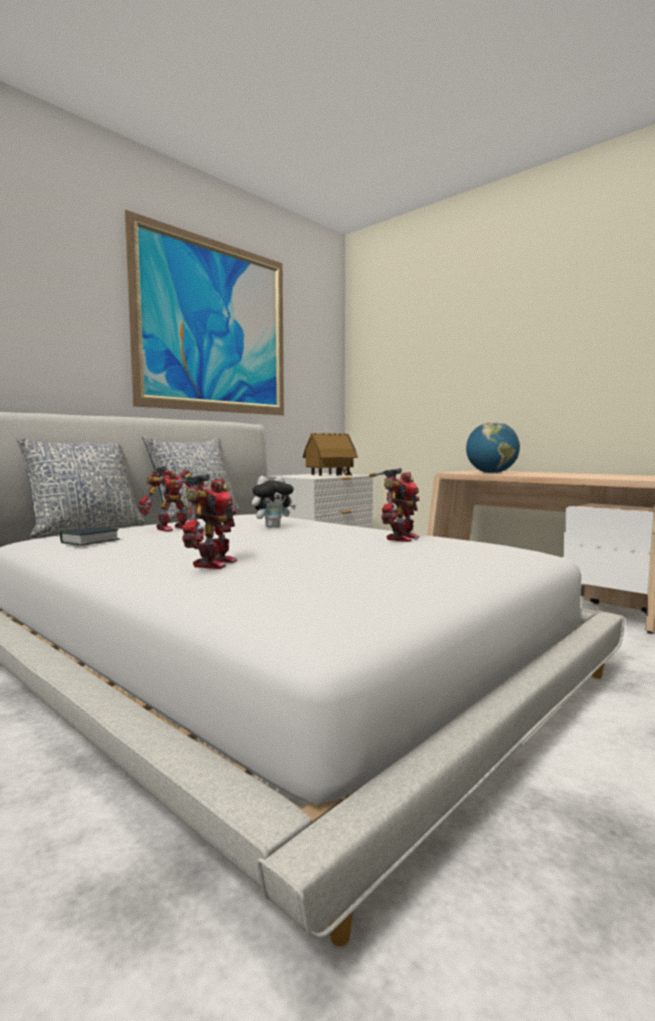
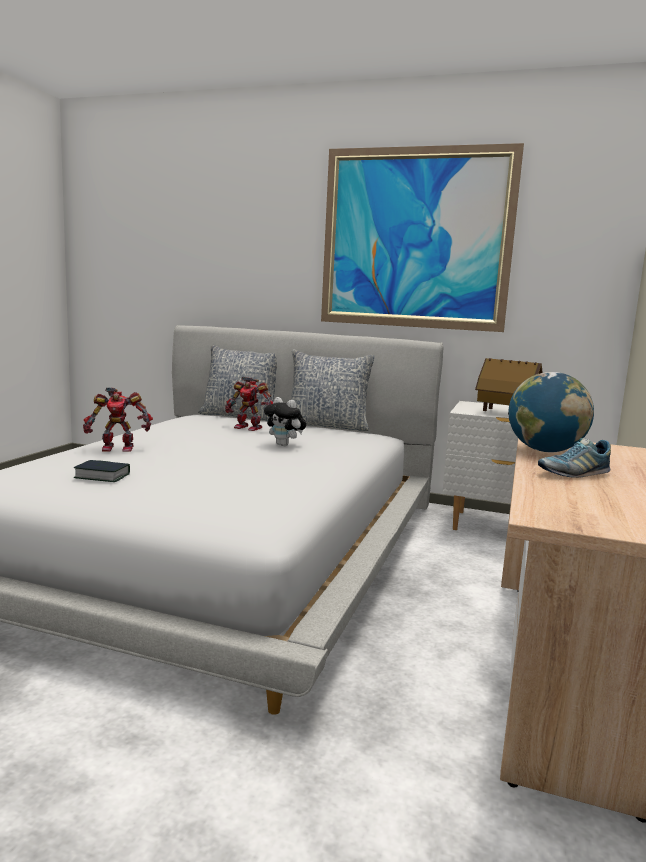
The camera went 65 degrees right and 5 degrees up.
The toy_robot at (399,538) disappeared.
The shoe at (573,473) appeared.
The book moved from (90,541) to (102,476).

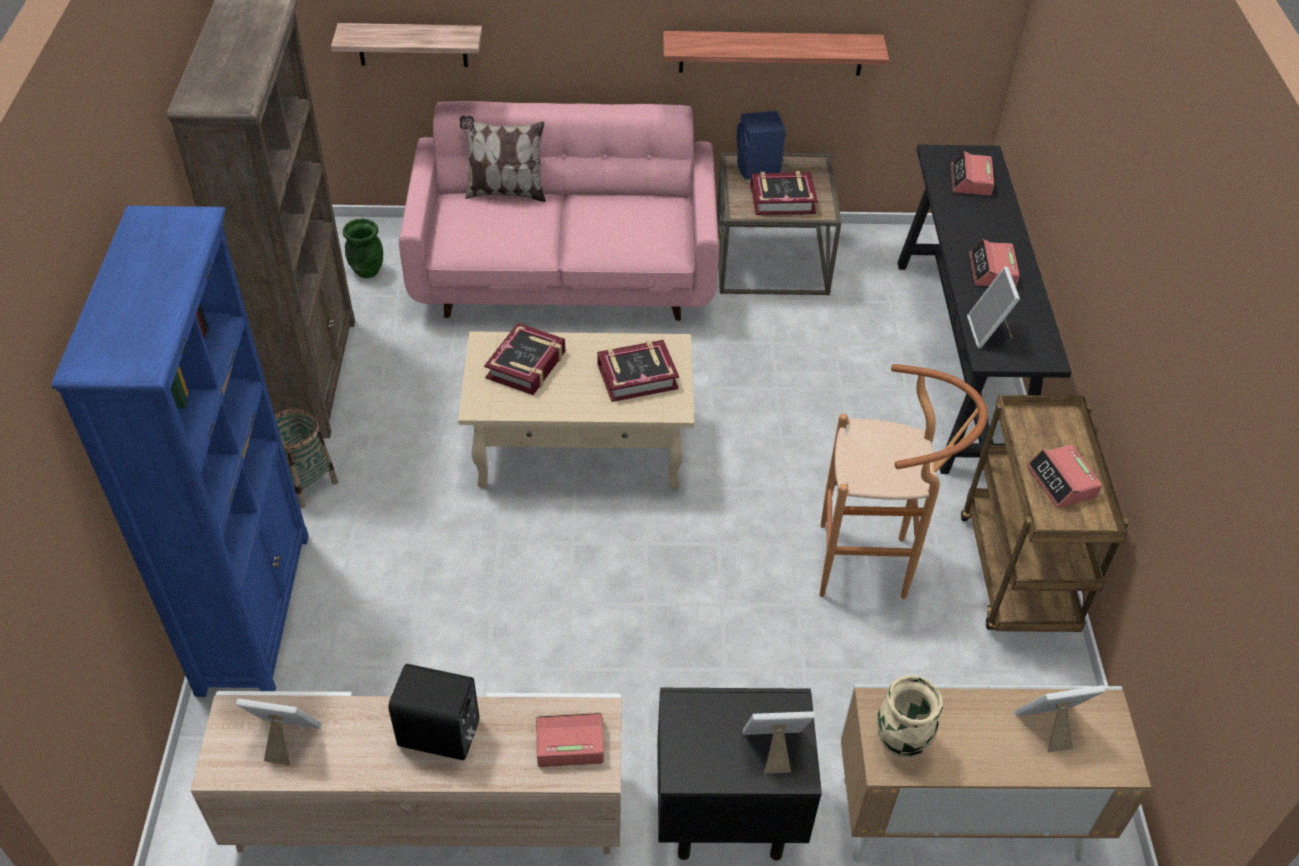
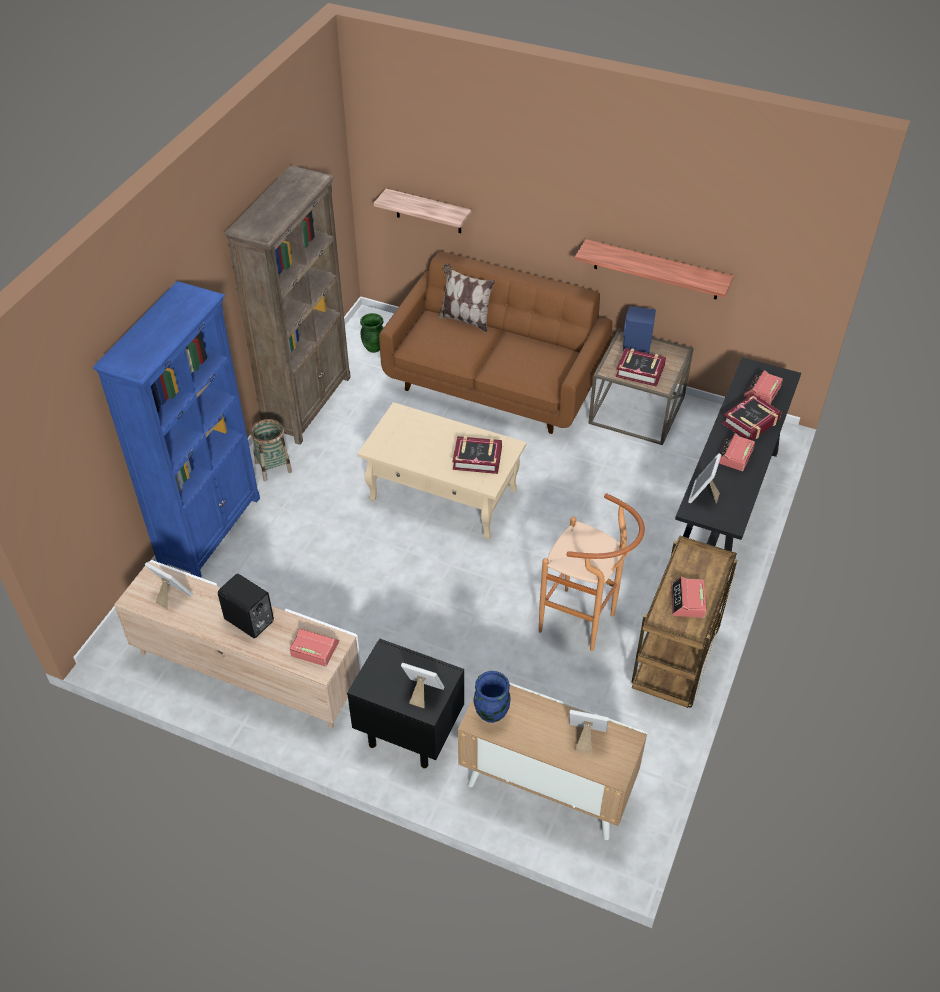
The camera went 25 degrees right and 0 degrees up.
The book moved from (526,365) to (750,422).
The pink_sofa at (566,272) became the brown_sofa at (495,382).
The beige_vase at (900,743) became the blue_vase at (491,714).

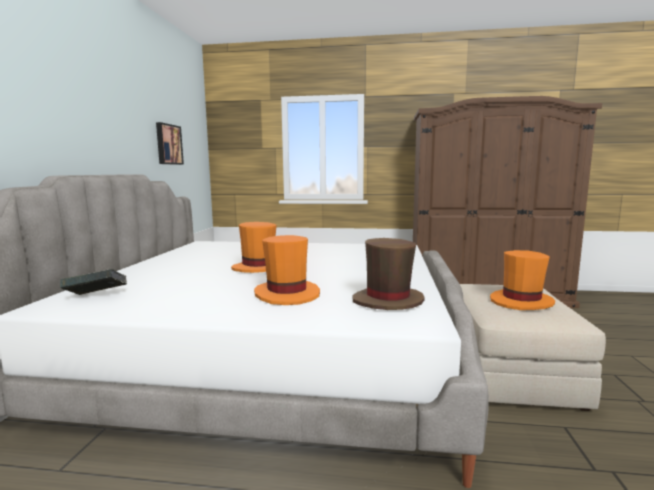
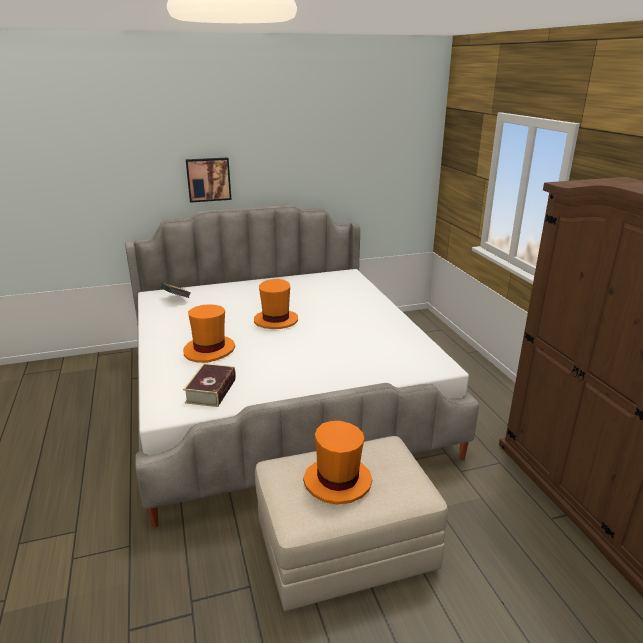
The camera went 65 degrees right and 15 degrees up.
The picture moved from (168,144) to (208,179).
The brown_hat at (387,301) was replaced by the book at (211,391).

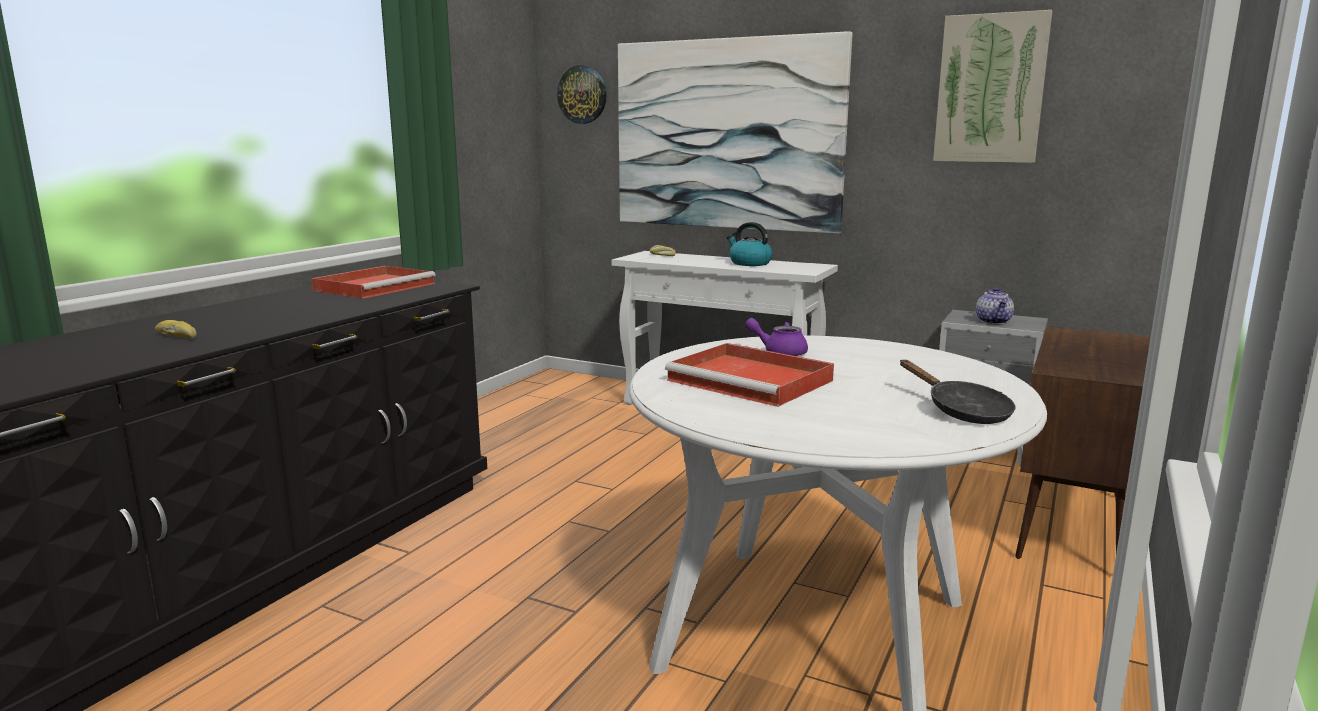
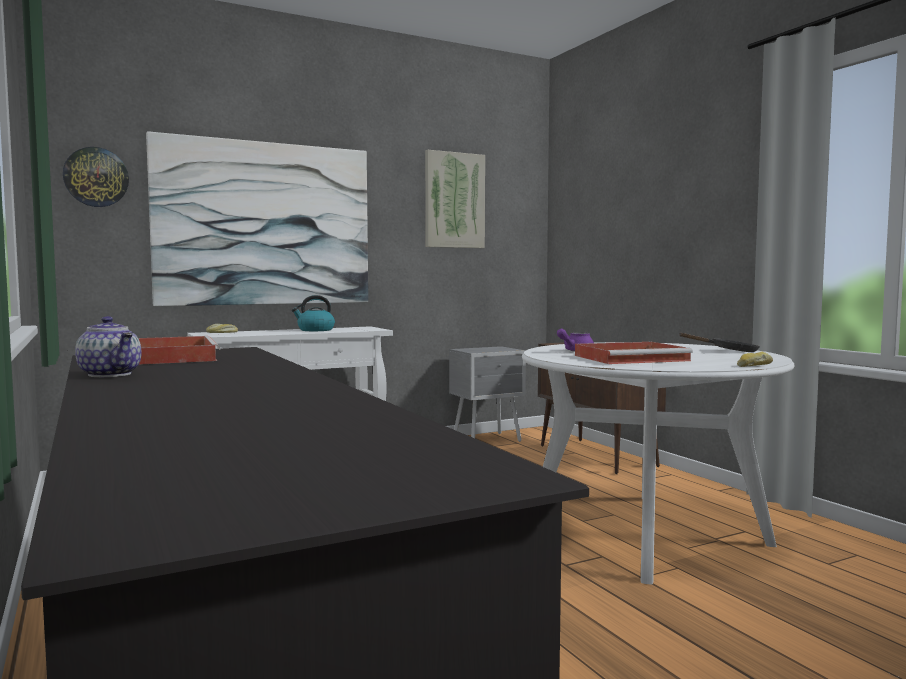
The camera went 55 degrees left and 10 degrees down.
The bread moved from (178,336) to (754,365).
The teapot moved from (994,322) to (111,374).

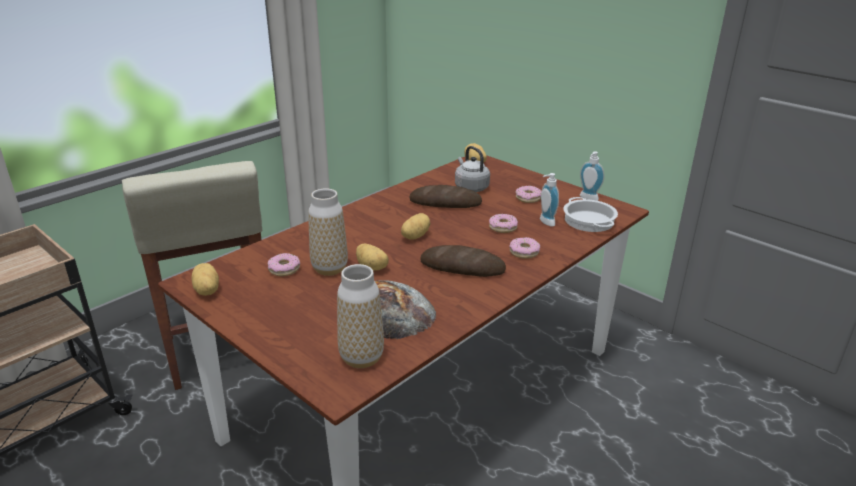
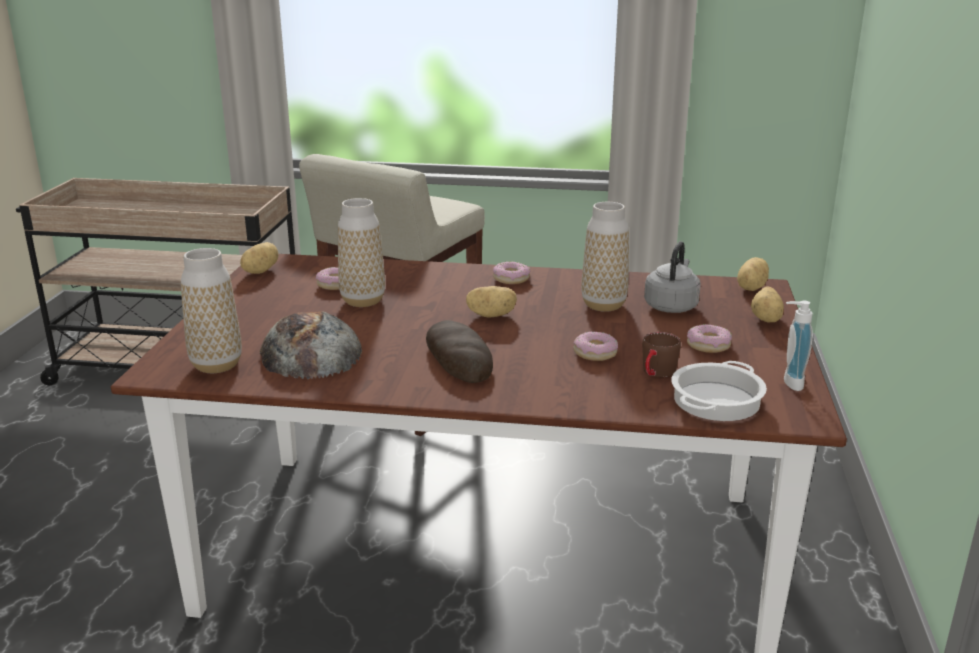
The camera went 55 degrees right and 5 degrees down.
The potato moved from (372,267) to (766,319).
The donut moved from (524,252) to (511,278).
The bread at (445,202) was replaced by the vase at (603,305).
The soap_dispenser at (545,222) was replaced by the brown_mug at (656,373).

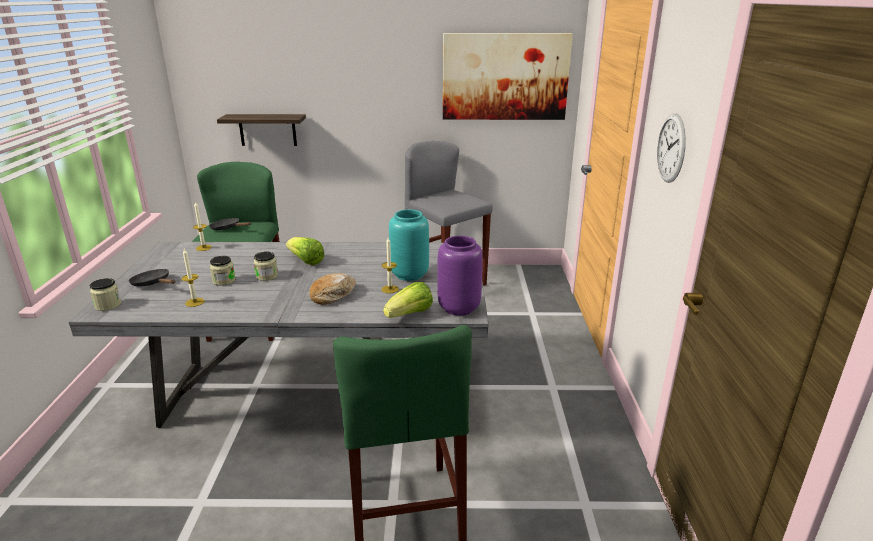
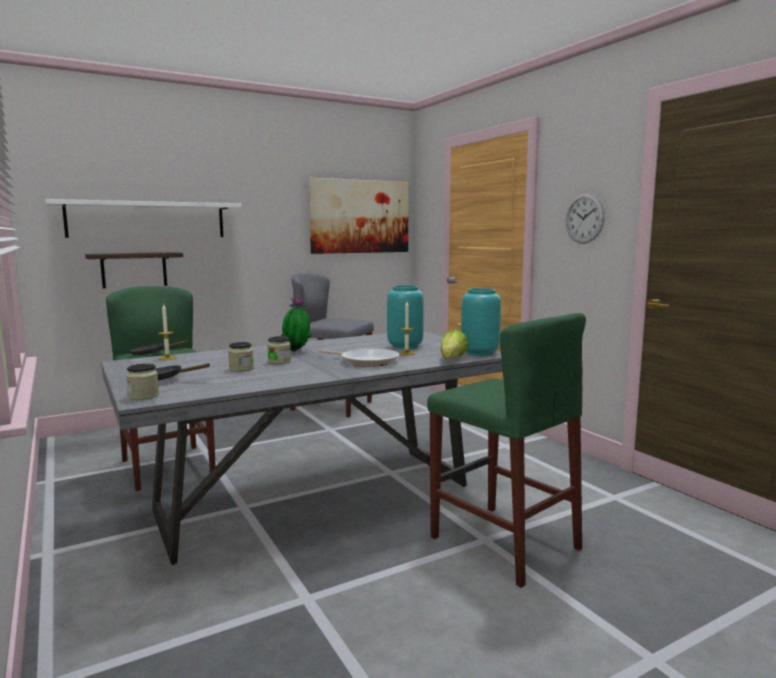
The camera went 30 degrees left and 15 degrees down.
The candle at (194,302) disappeared.
The white_shelf at (147,220) appeared.
The lettuce at (305,261) was replaced by the potted_plant at (296,351).
The bread at (333,295) was replaced by the frying_pan at (366,361).
The purple_vase at (458,308) became the turquoise_vase at (479,353).

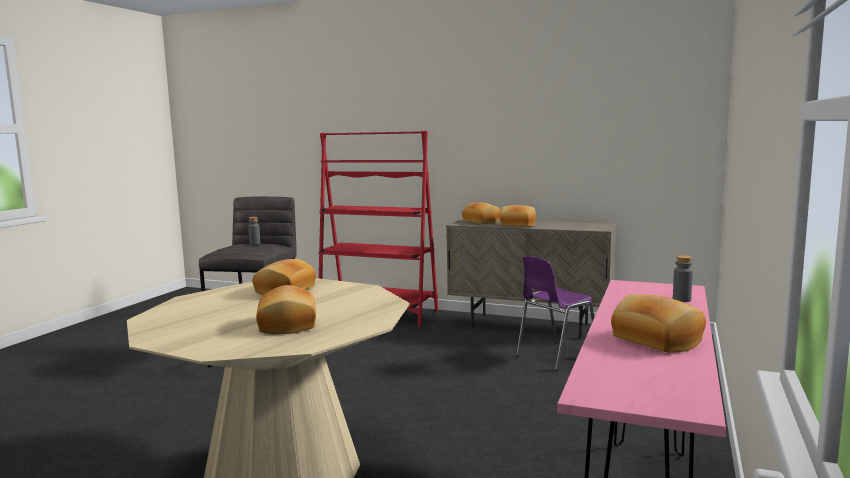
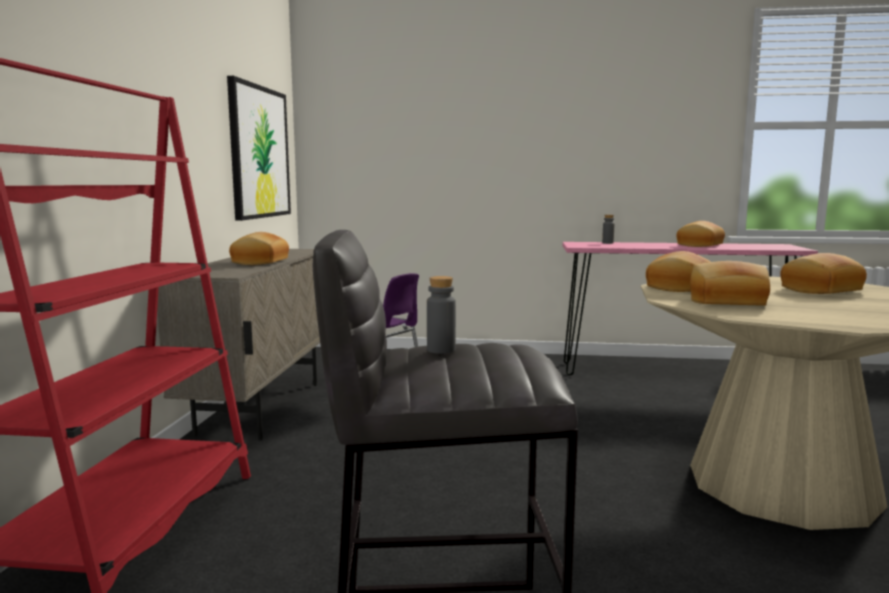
The camera went 105 degrees left and 0 degrees up.
The picture at (259,152) appeared.
The bread moved from (482,221) to (677,287).

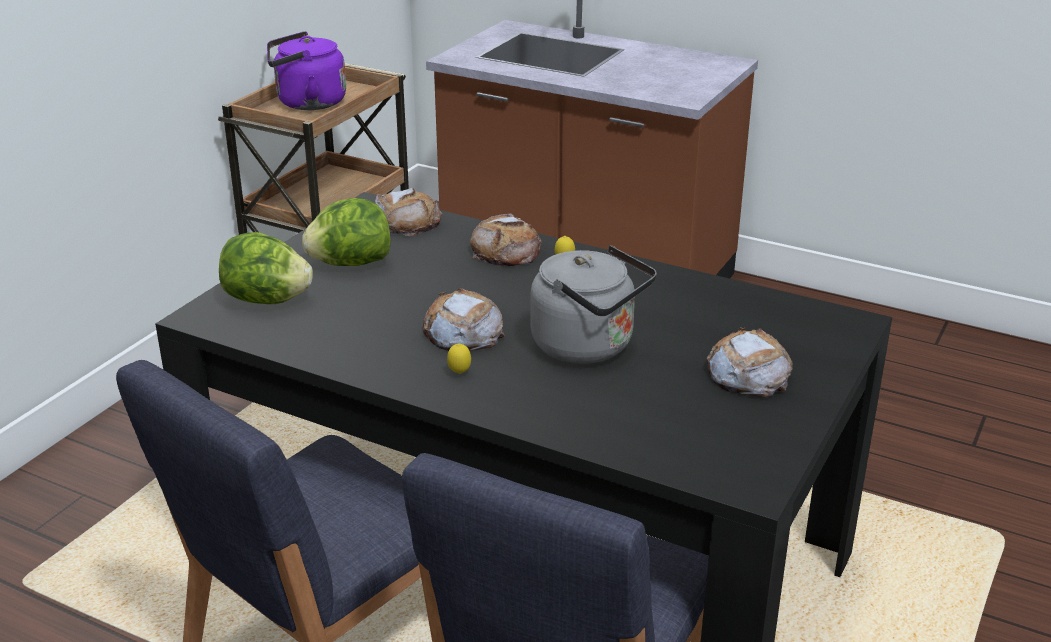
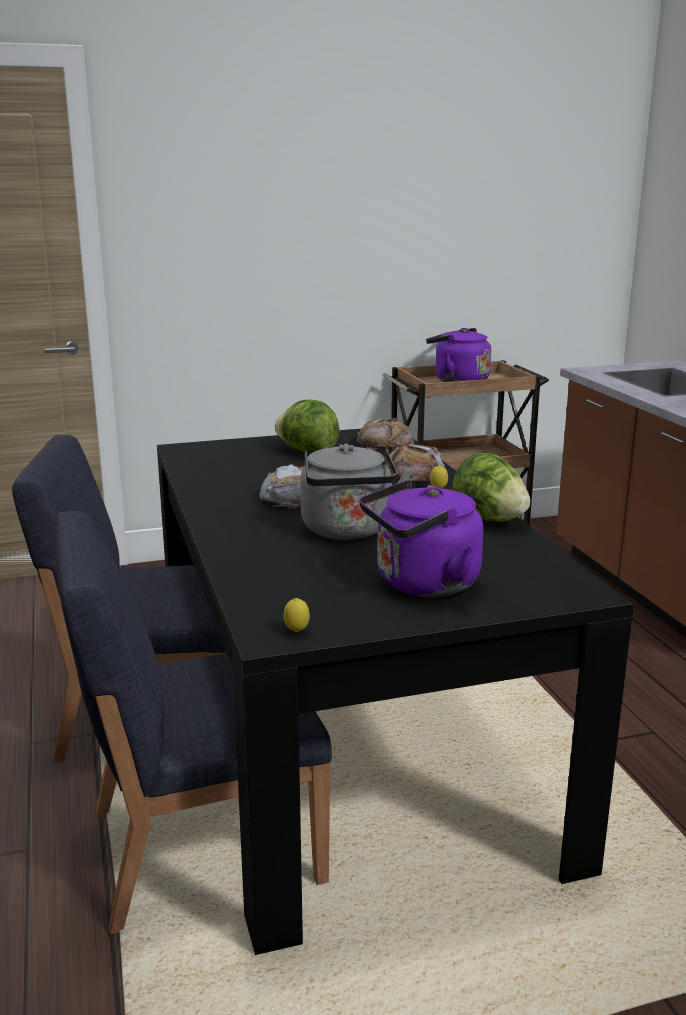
The camera went 45 degrees right and 10 degrees down.
The lettuce moved from (266,300) to (489,518).
The lemon moved from (459,373) to (296,632).
The bread at (747,373) was replaced by the purple_kettle at (422,584).

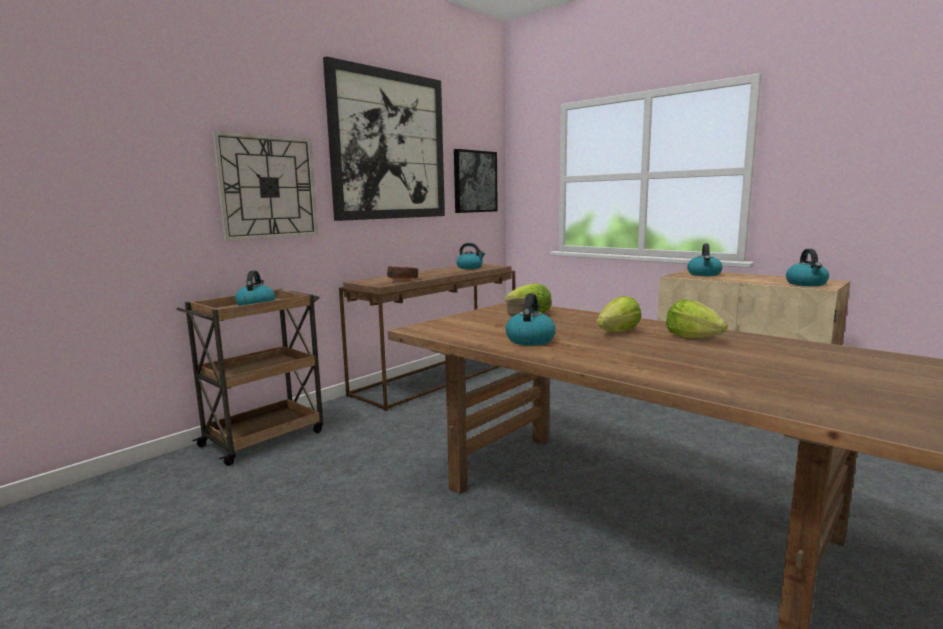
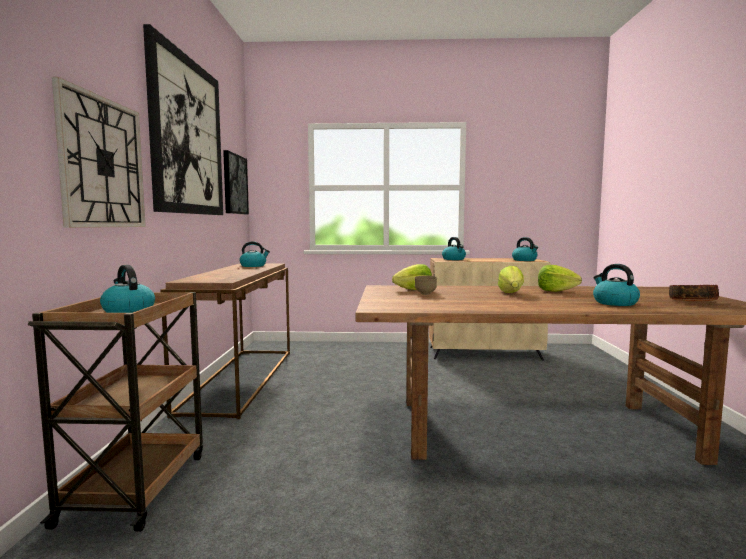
The camera went 40 degrees left and 5 degrees down.
The bowl moved from (403,279) to (693,301).
The kettle moved from (530,340) to (614,303).

